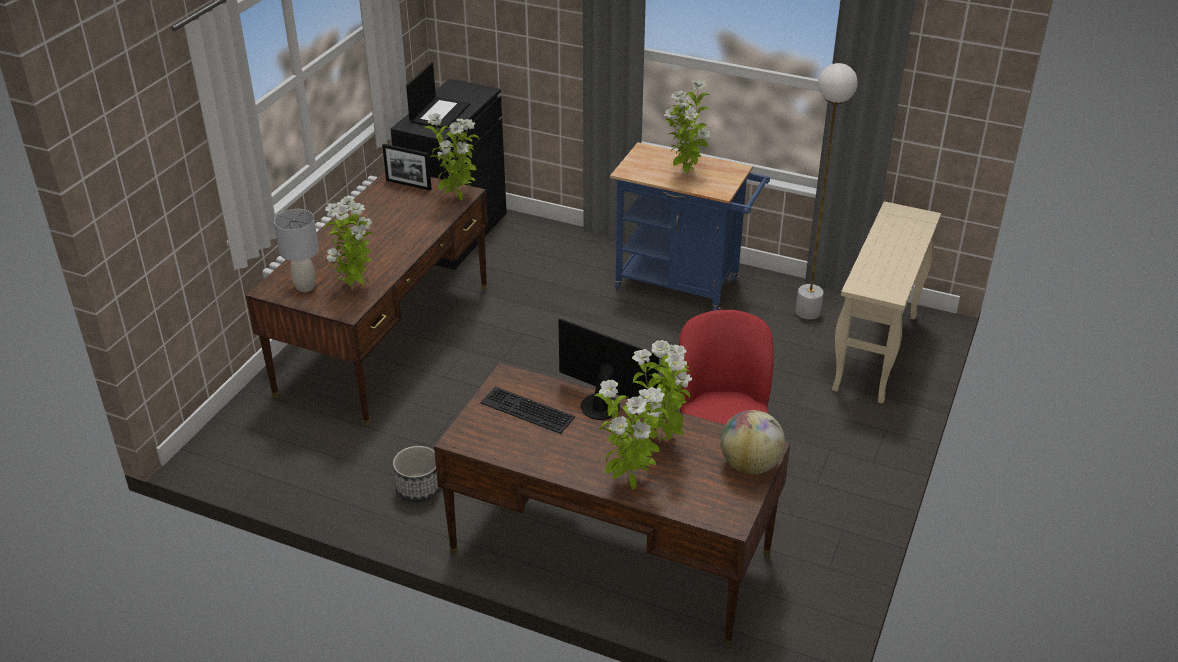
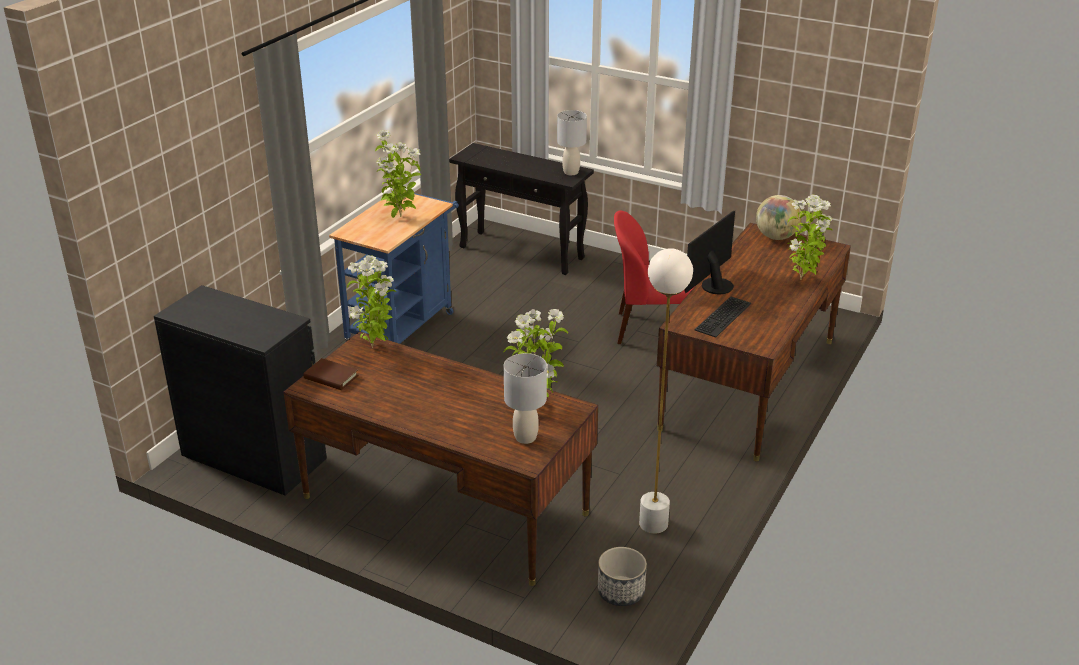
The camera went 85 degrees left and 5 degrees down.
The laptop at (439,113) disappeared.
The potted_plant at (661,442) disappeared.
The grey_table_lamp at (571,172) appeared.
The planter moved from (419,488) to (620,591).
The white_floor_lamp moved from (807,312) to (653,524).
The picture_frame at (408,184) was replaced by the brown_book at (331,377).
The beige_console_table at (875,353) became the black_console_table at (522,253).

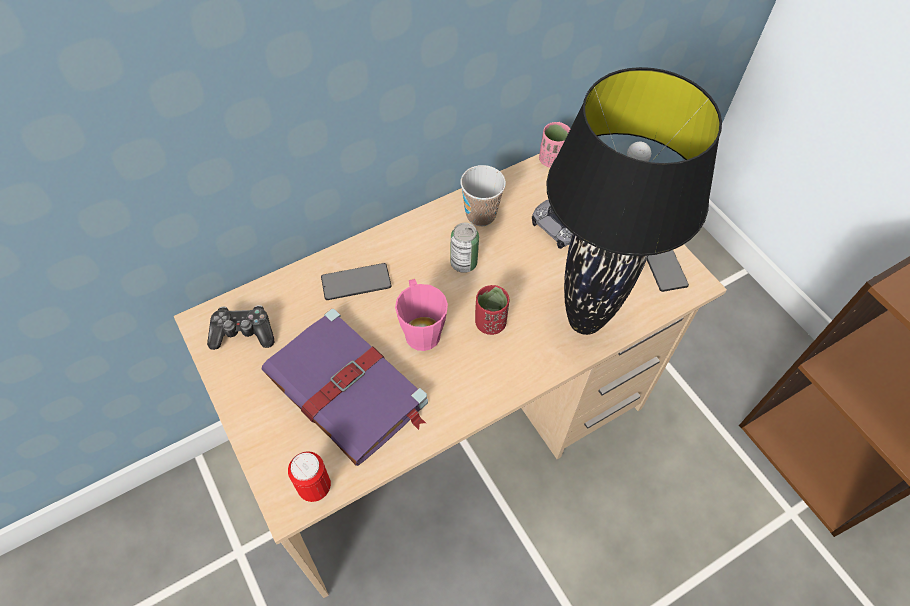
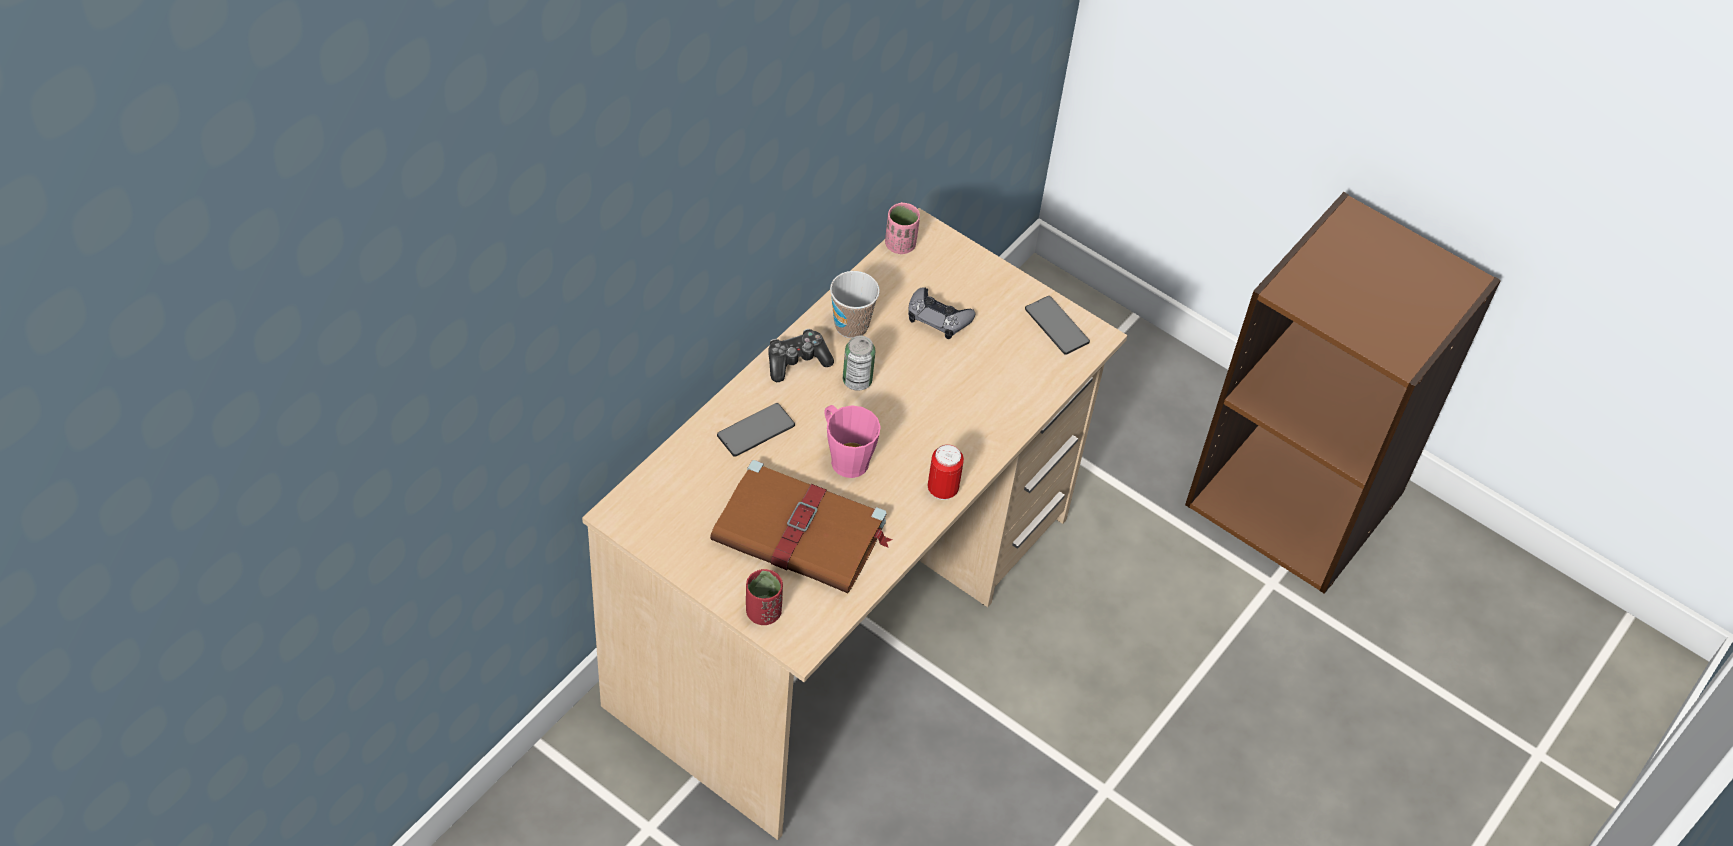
The camera went 25 degrees left and 5 degrees down.
The black_table_lamp at (585,322) disappeared.
The game_controller moved from (243,332) to (797,361).
The can moved from (315,487) to (942,490).
The red_cup moved from (490,323) to (763,612).
The purple_book at (347,389) became the brown_book at (802,533).

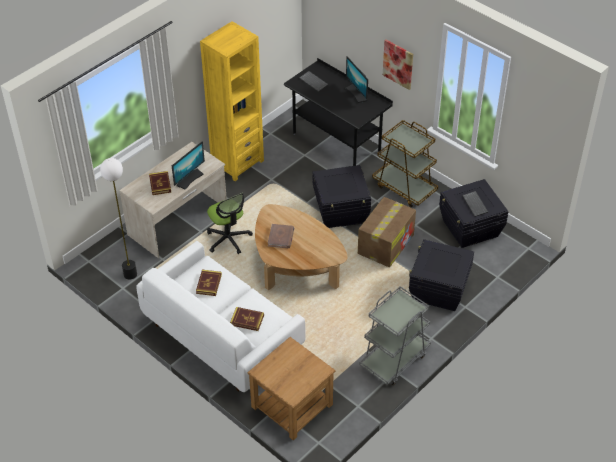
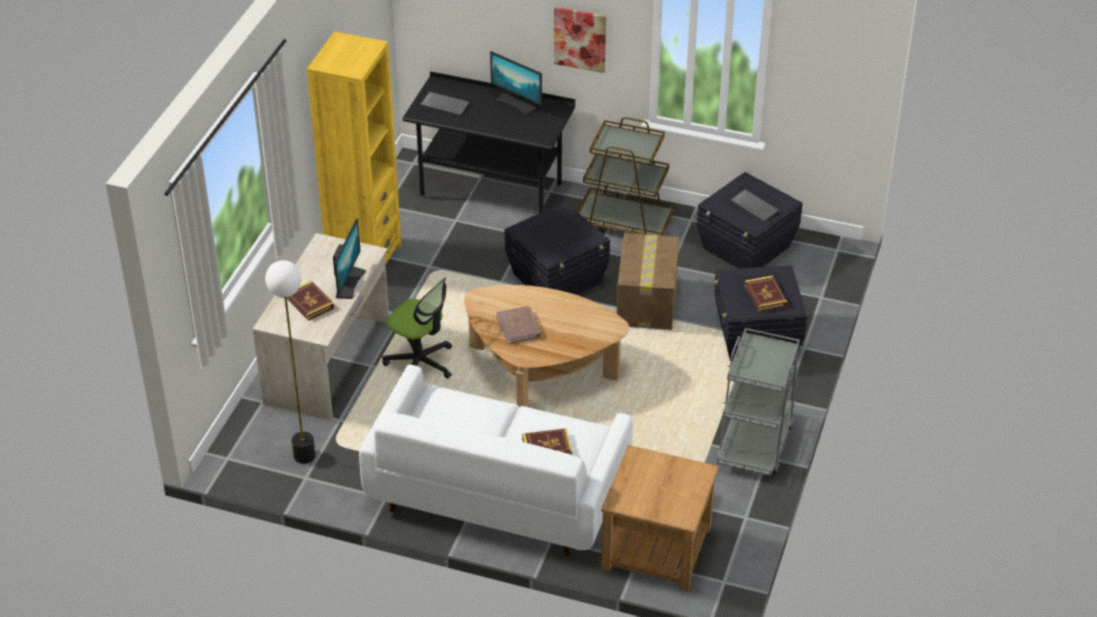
The camera went 25 degrees left and 5 degrees down.
The book moved from (209,284) to (765,296).

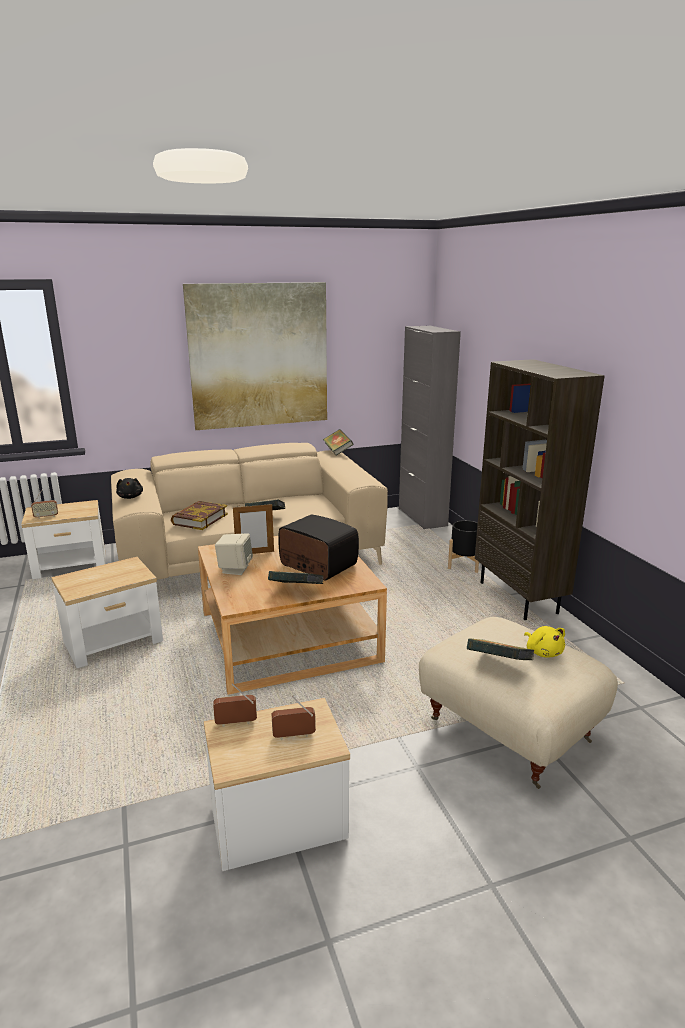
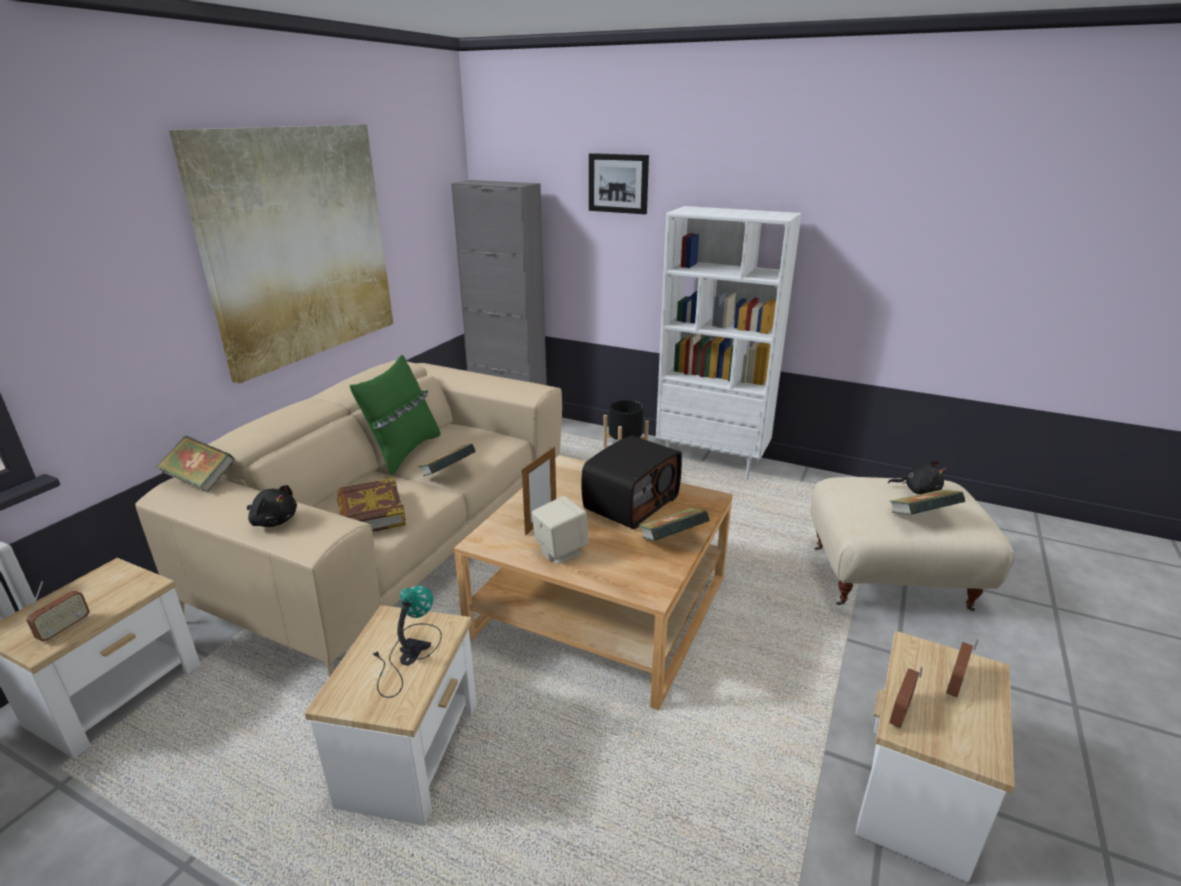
The camera went 45 degrees left and 5 degrees up.
The green_pillow at (404,452) appeared.
The table_lamp at (406,655) appeared.
The picture at (618,183) appeared.
The book moved from (337,451) to (201,480).
The brown_bookcase at (519,598) became the white_bookcase at (712,461).
The yellow_plush_toy at (543,652) became the black_plush_toy at (918,490).
The radio at (317,565) turned 135 degrees clockwise.

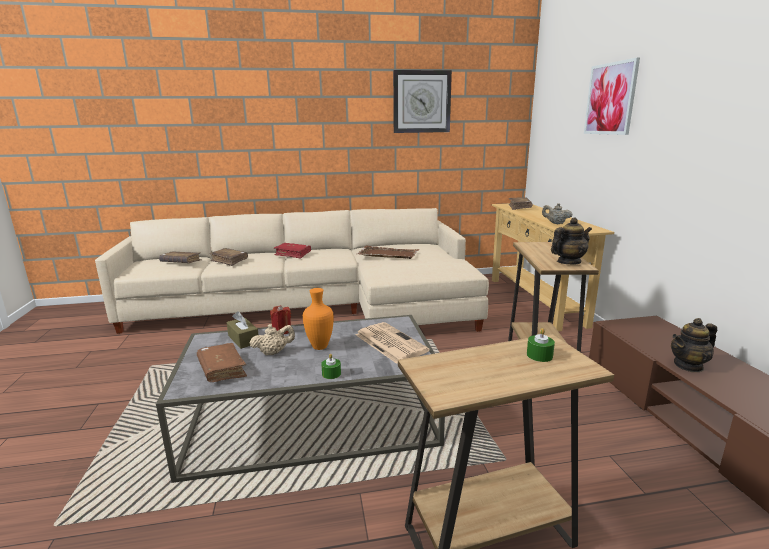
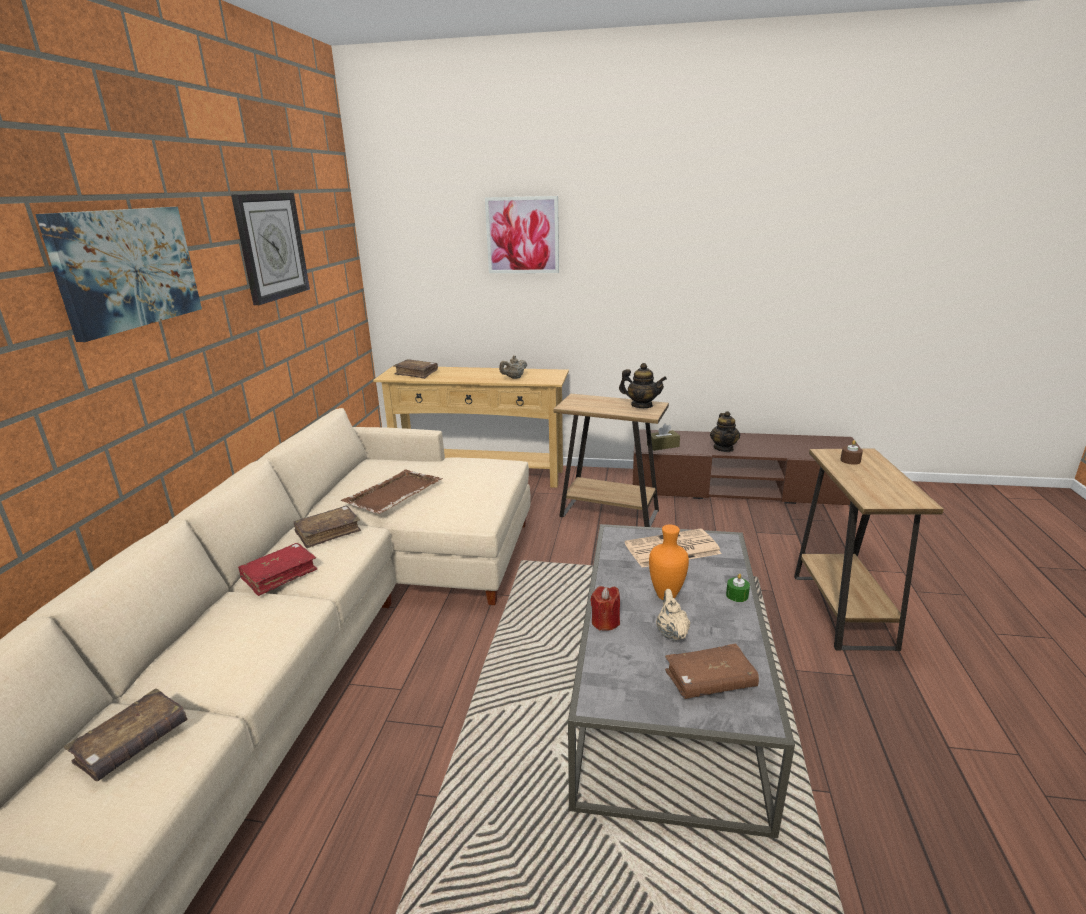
The camera went 70 degrees left and 5 degrees up.
The picture at (126,268) appeared.
The brown_book moved from (229,260) to (328,532).
The brown_tissue_box moved from (243,339) to (663,446).
The green_candle at (539,355) became the brown_candle at (850,460).
The teapot at (568,262) turned 120 degrees clockwise.

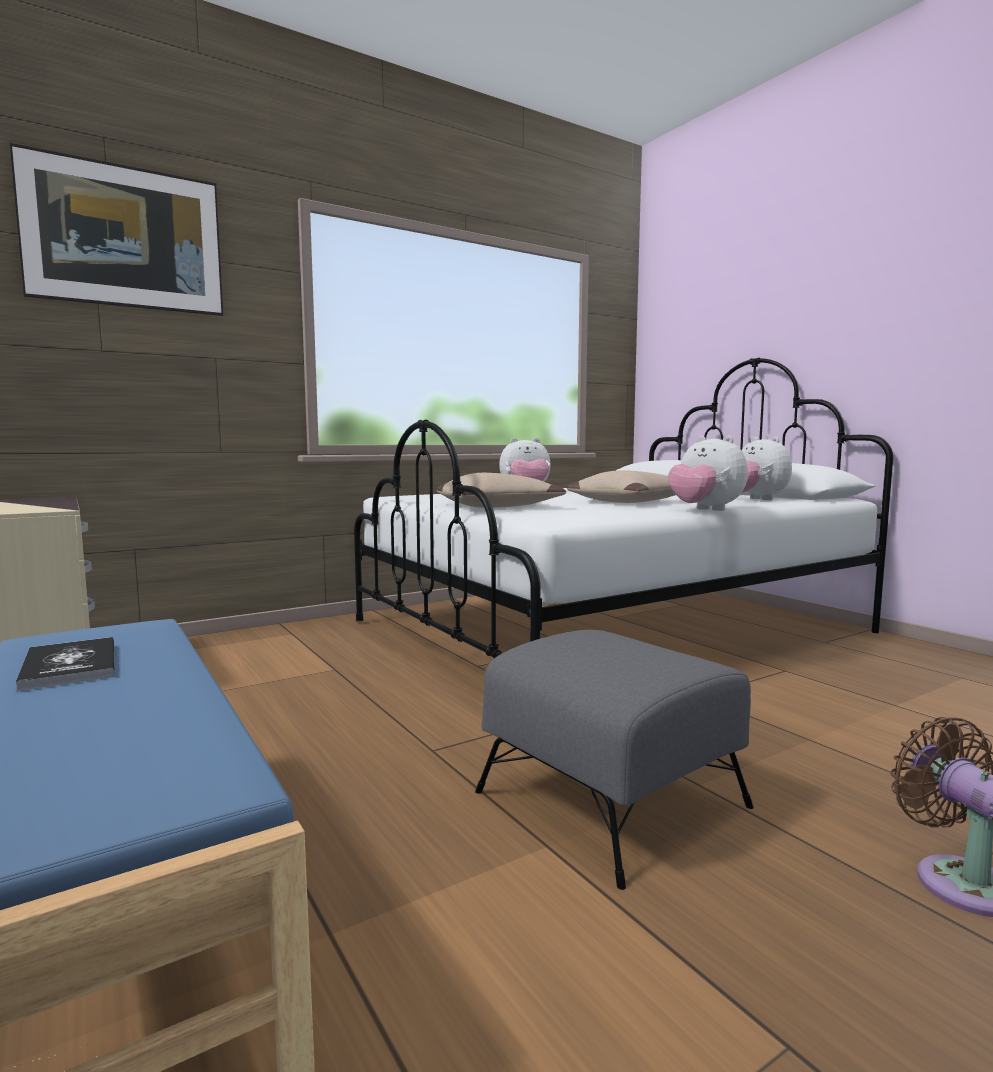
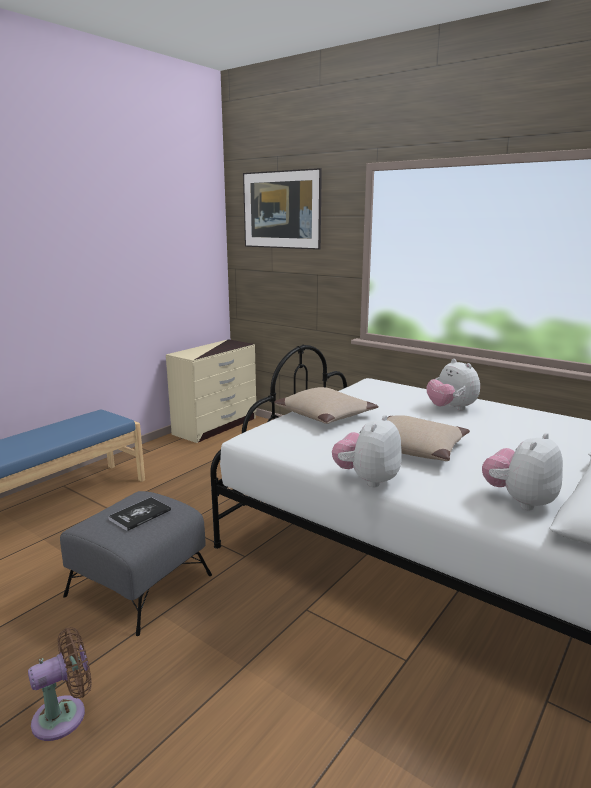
The camera went 70 degrees right and 10 degrees up.
The book moved from (70,665) to (140,515).

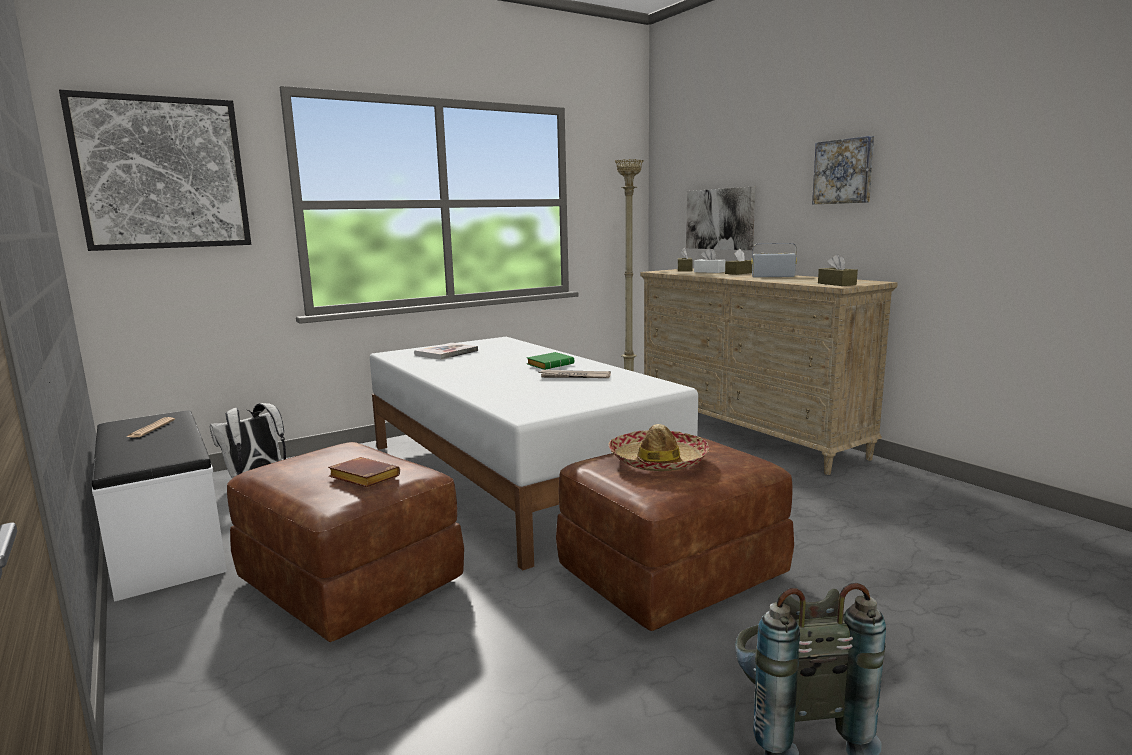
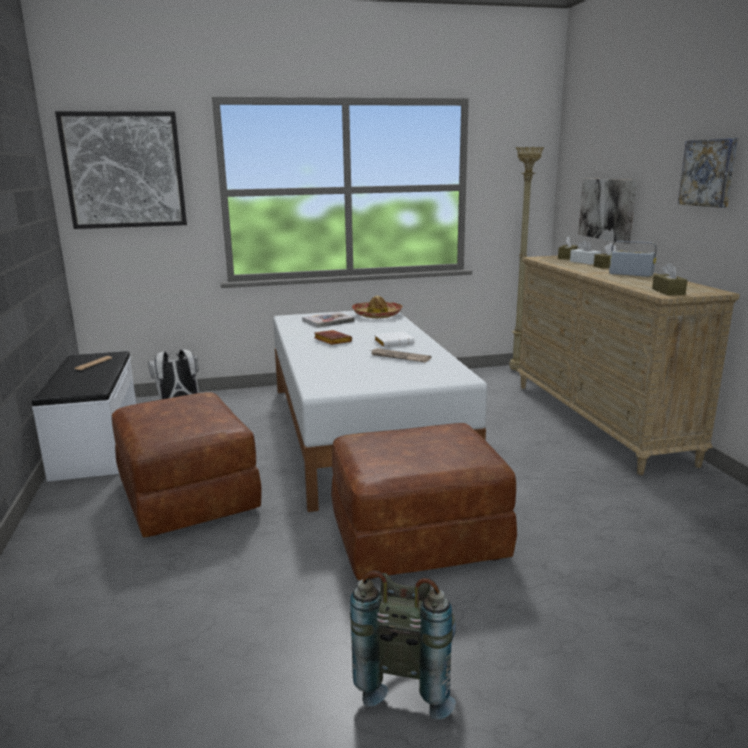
The camera went 20 degrees right and 5 degrees up.
The brown_book moved from (362,478) to (331,341).
The hat moved from (657,461) to (377,315).
The green_book at (550,365) became the white_book at (394,342).

